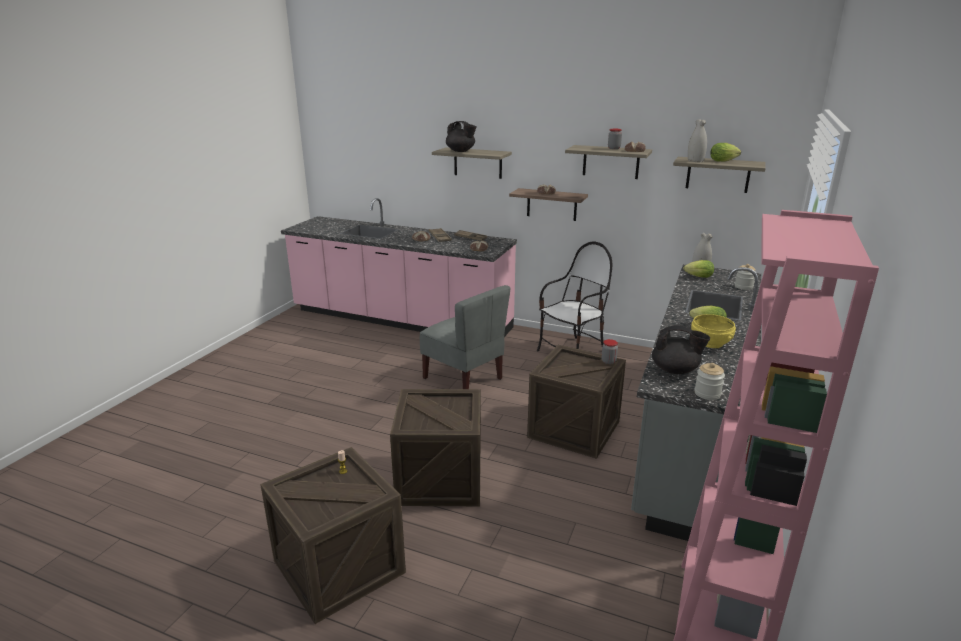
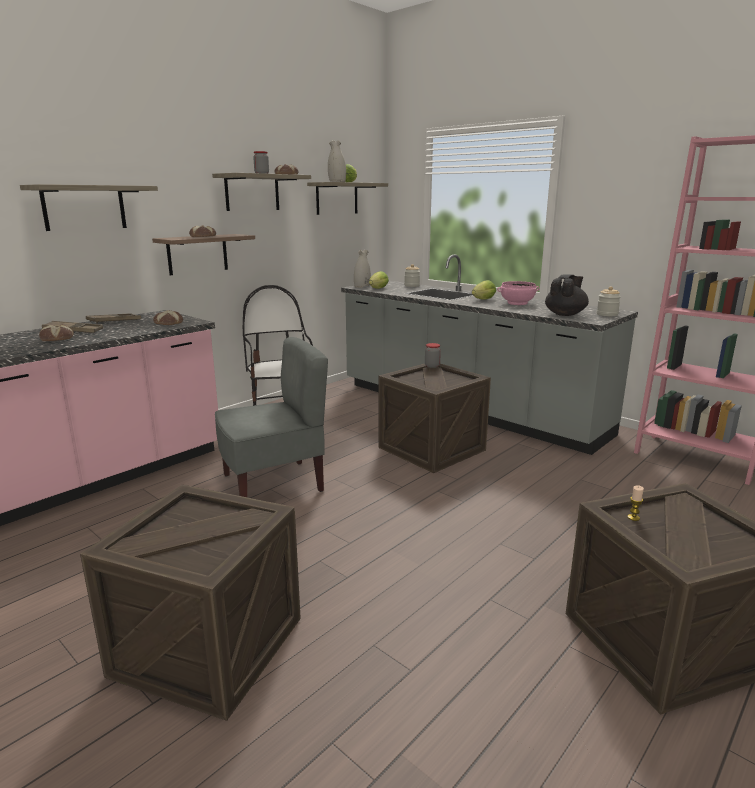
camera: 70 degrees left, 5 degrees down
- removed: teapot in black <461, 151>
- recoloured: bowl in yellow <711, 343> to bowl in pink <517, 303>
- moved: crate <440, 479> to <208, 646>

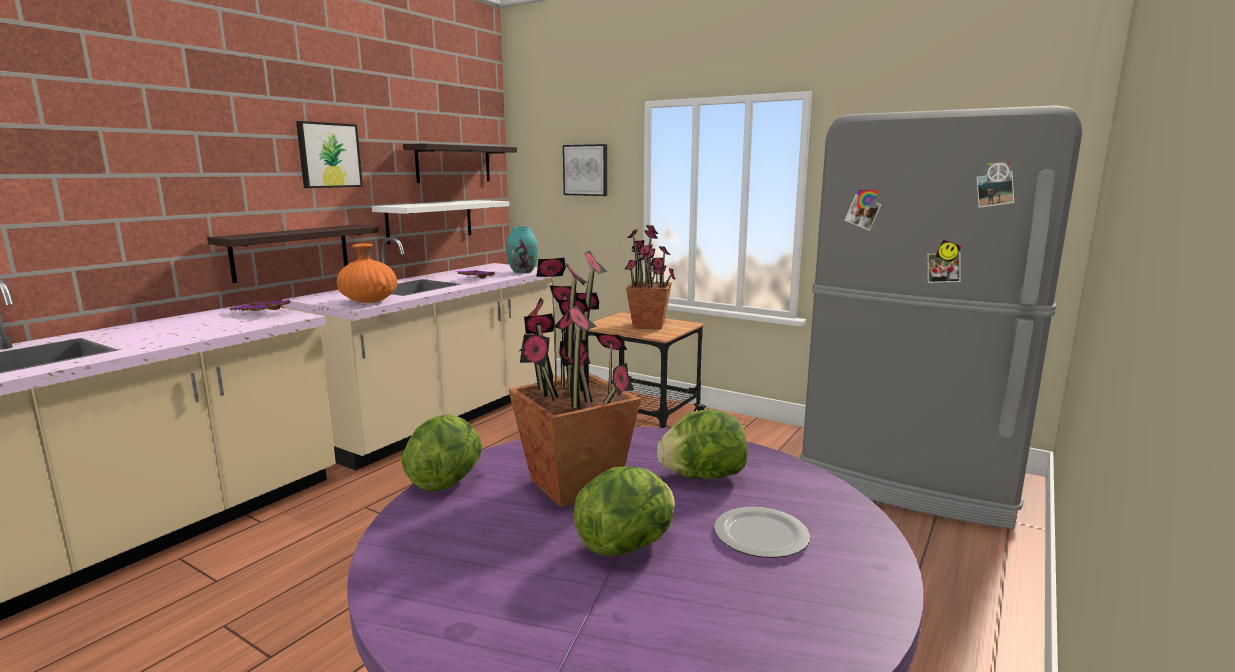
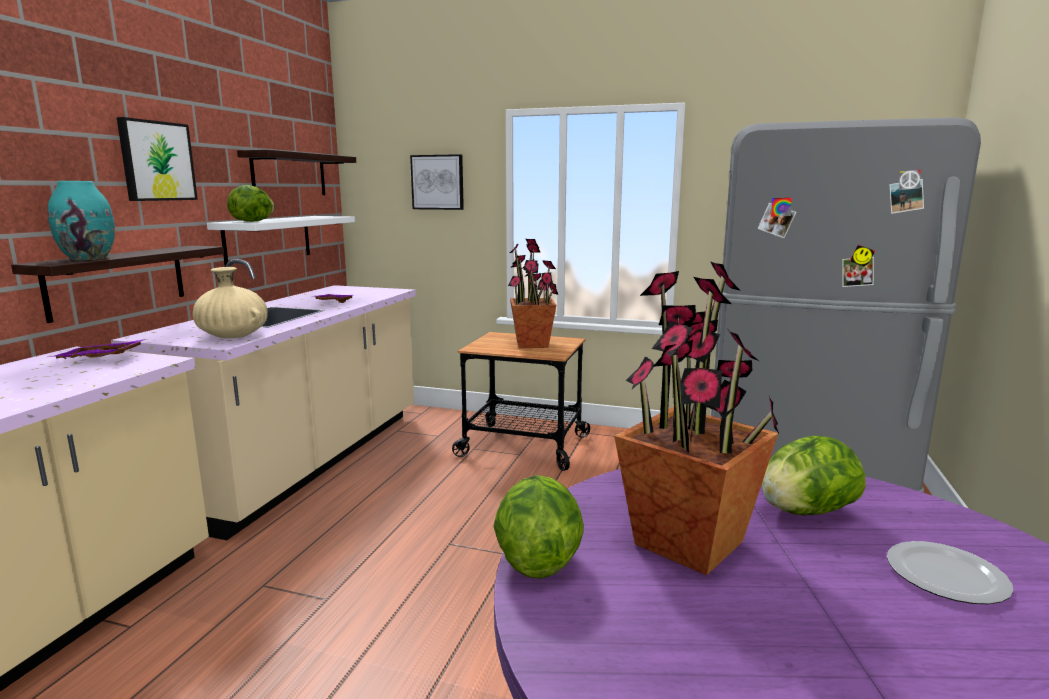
camera: 15 degrees left, 0 degrees up
- moved: vase in turquoise <523, 272> to <89, 258>
- recoloured: vase in orange <369, 301> to vase in beige <233, 336>
- moved: lettuce <628, 545> to <253, 221>

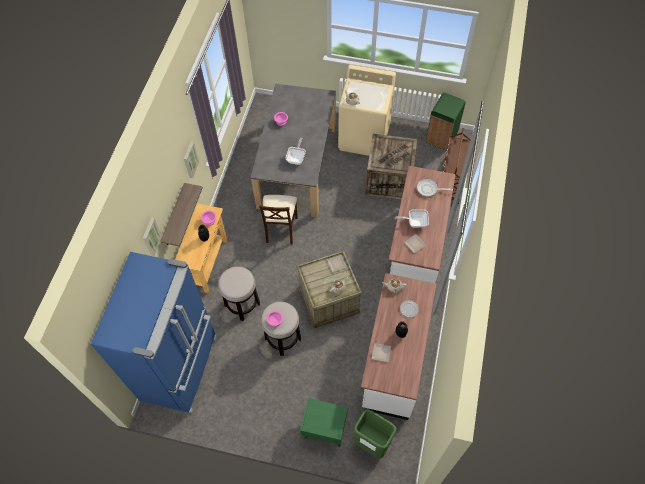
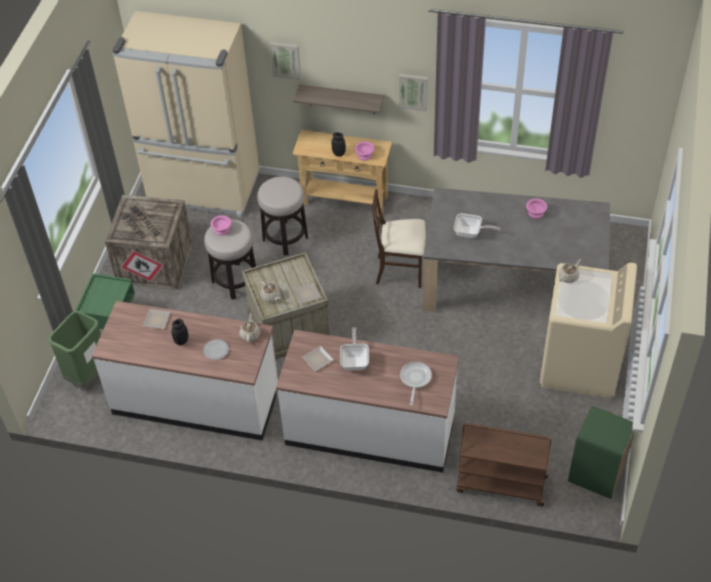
camera: 90 degrees right, 10 degrees down
- moved: crate <389, 180> to <153, 263>
- recoloured: fridge in blue <182, 368> to fridge in beige <204, 191>

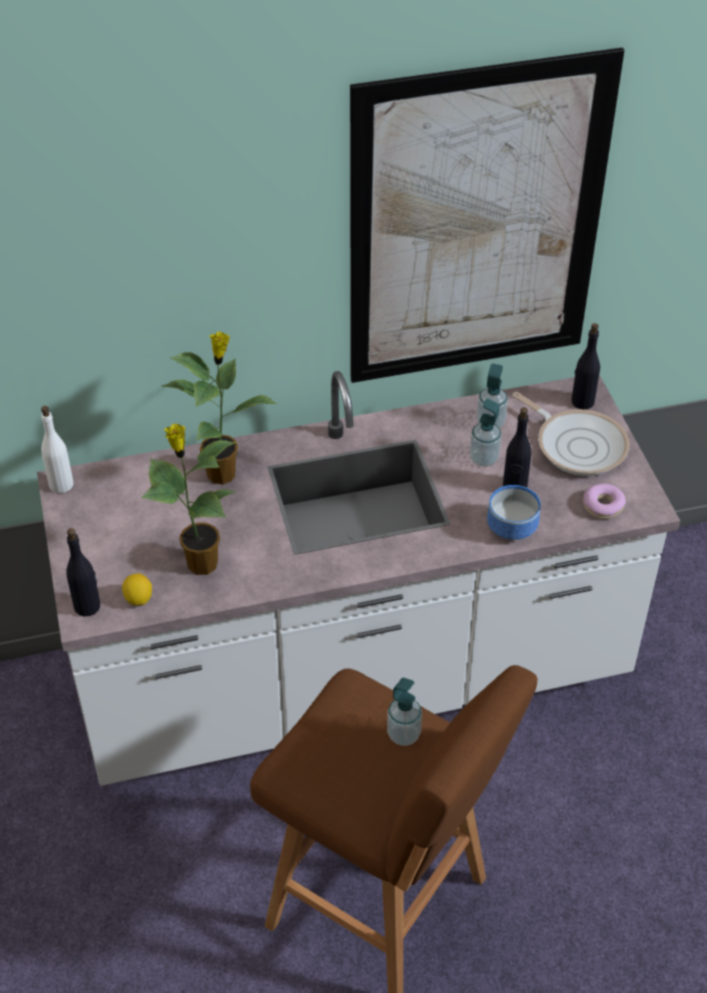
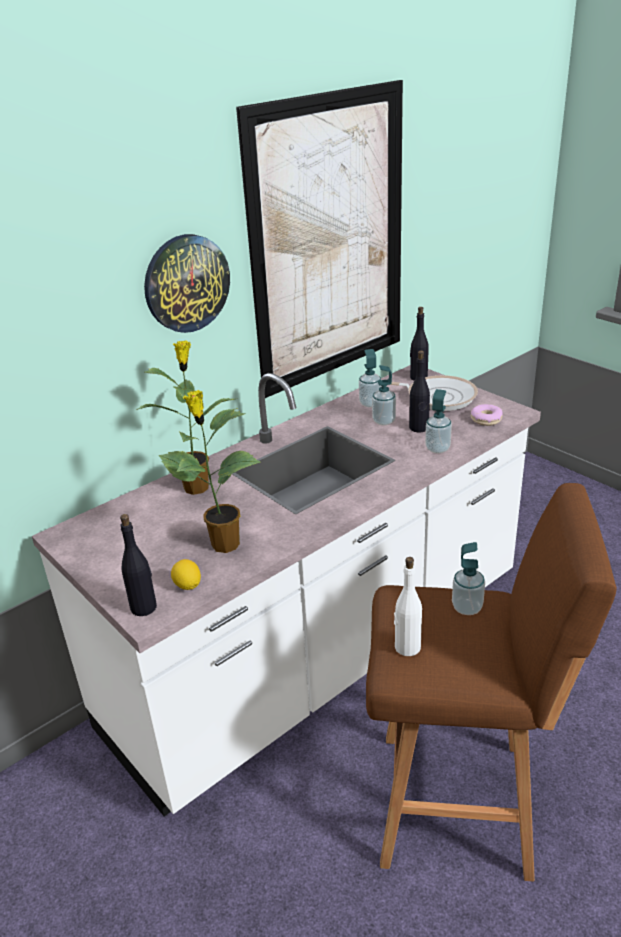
camera: 25 degrees left, 15 degrees down
- moved: bottle in white <61, 484> to <407, 647>
- replaced: bowl <509, 527> to soap dispenser <437, 449>
- added: wall clock <186, 283>

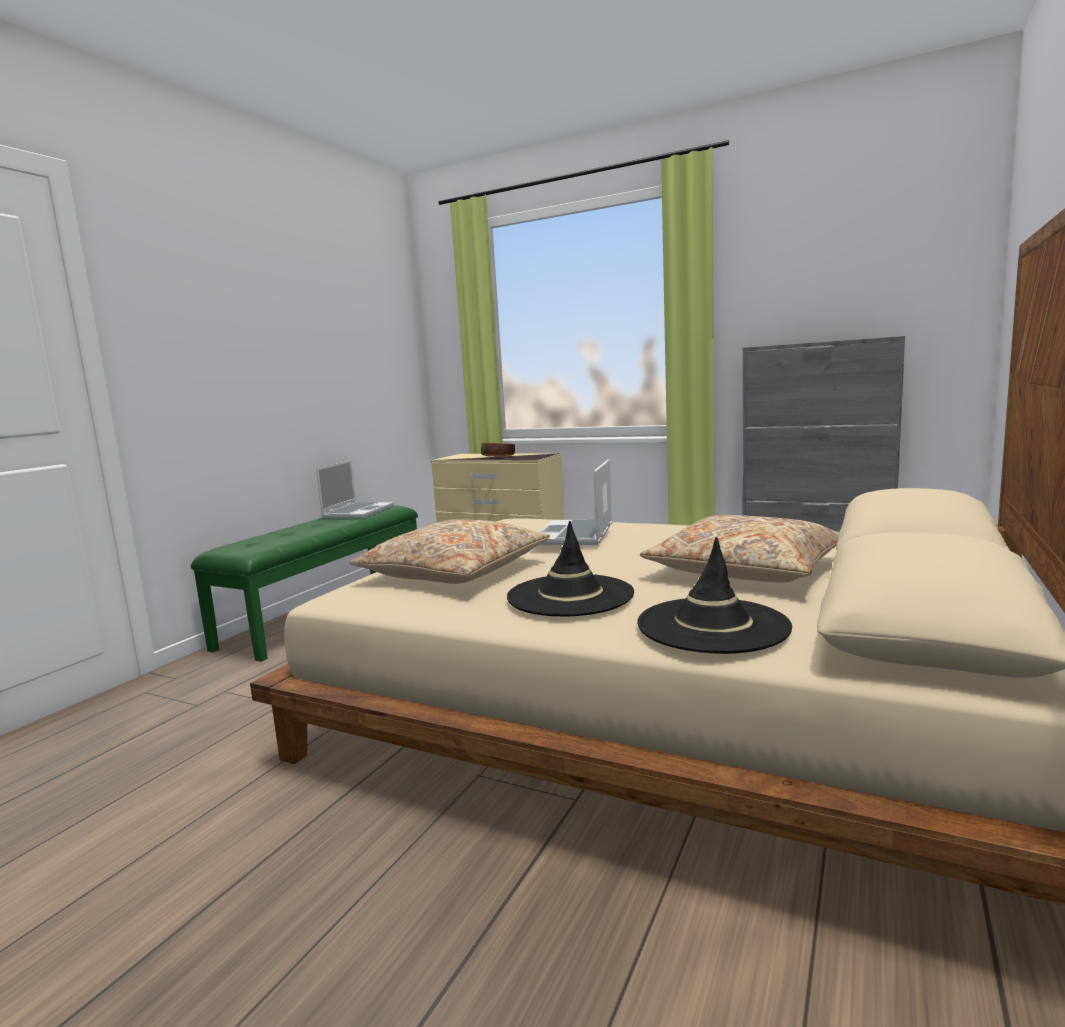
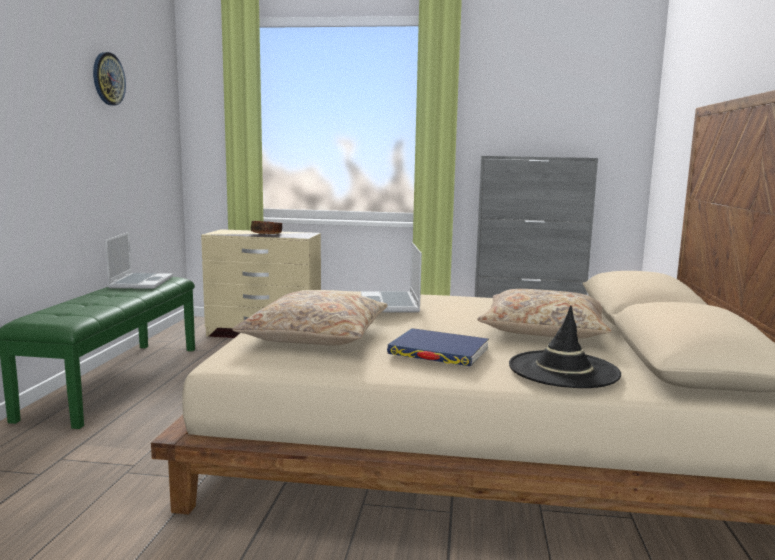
camera: 20 degrees left, 0 degrees up
- replaced: hat in black <570, 596> to book in blue <438, 352>
- added: wall clock <108, 79>

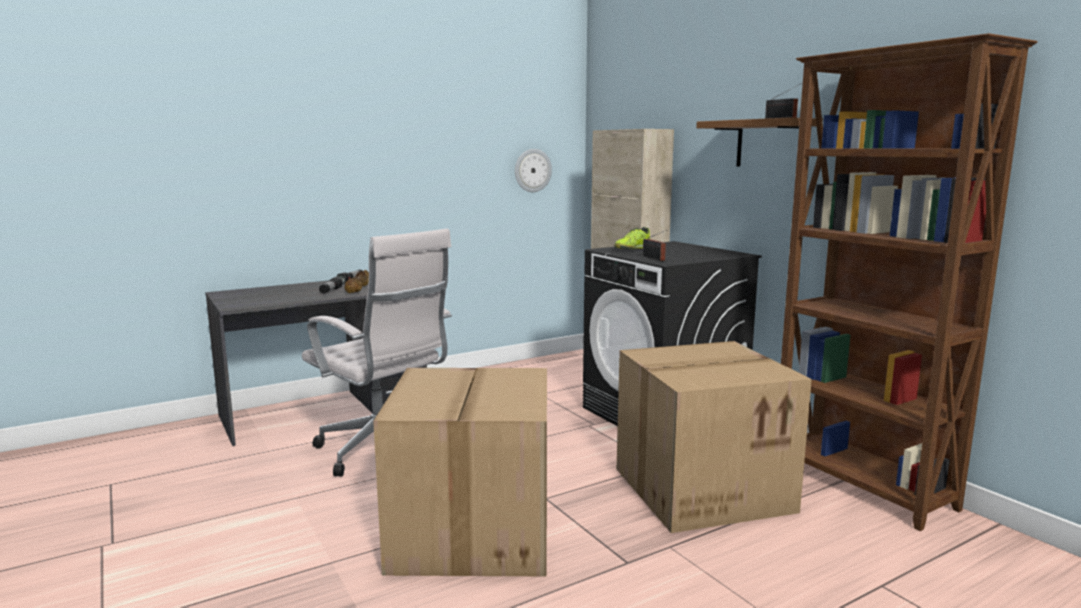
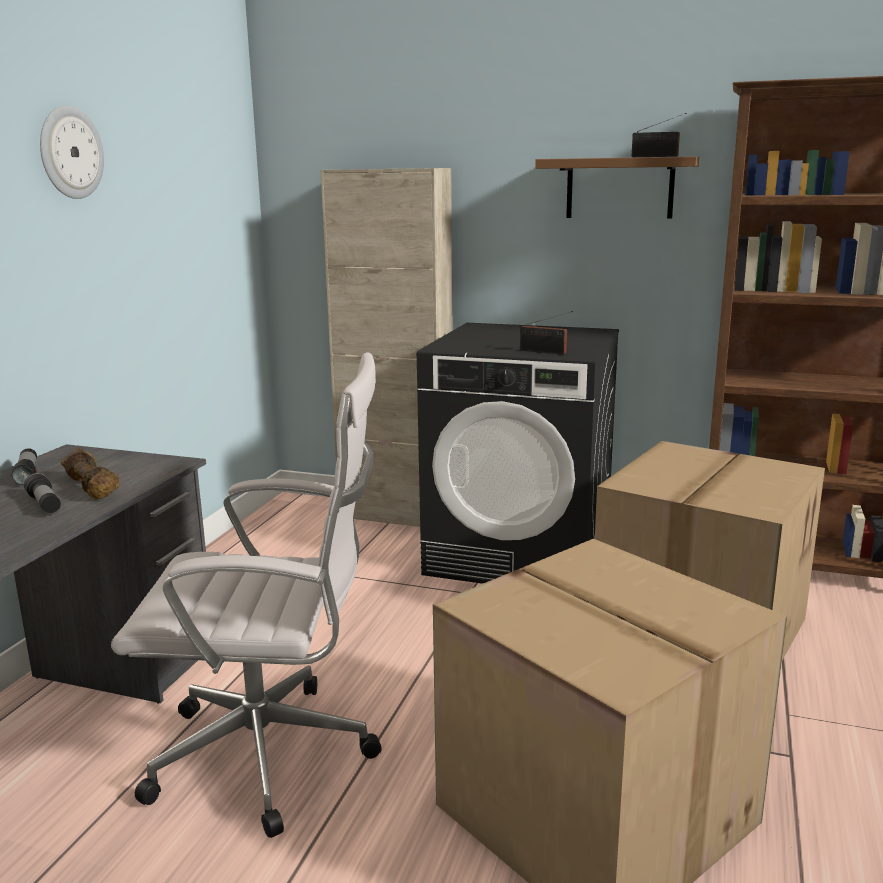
camera: 40 degrees left, 5 degrees up
- moved: wall clock <532, 170> to <70, 153>
- removed: shoe <632, 249>

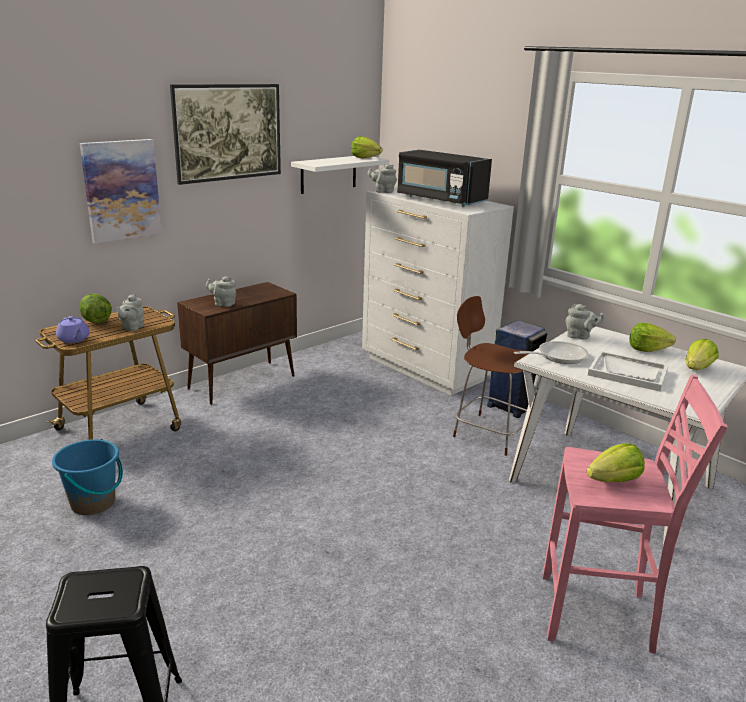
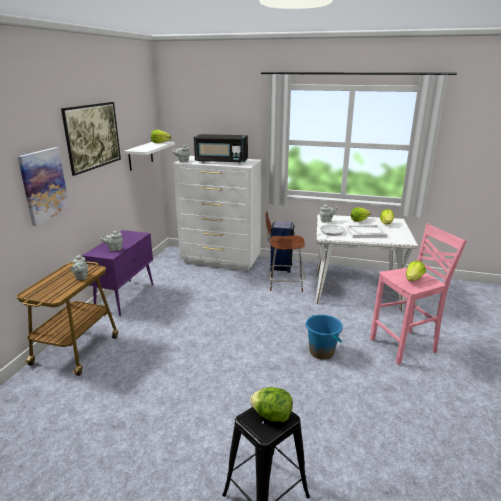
camera: 30 degrees left, 0 degrees up
- recoloured: cabinet in brown <243, 382> to cabinet in purple <125, 297>
- moved: lettuce <96, 321> to <272, 416>
- removed: teapot in purple <74, 339>
- moved: bucket in blue <93, 503> to <322, 352>

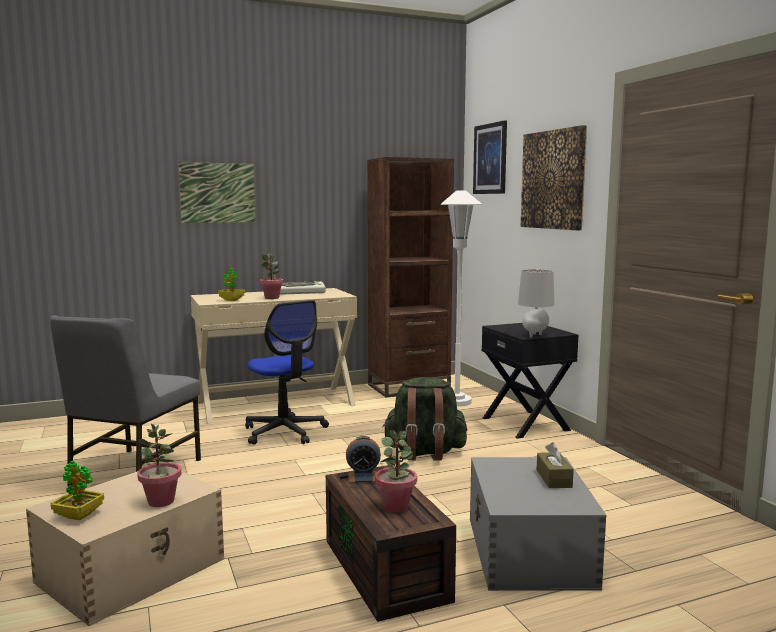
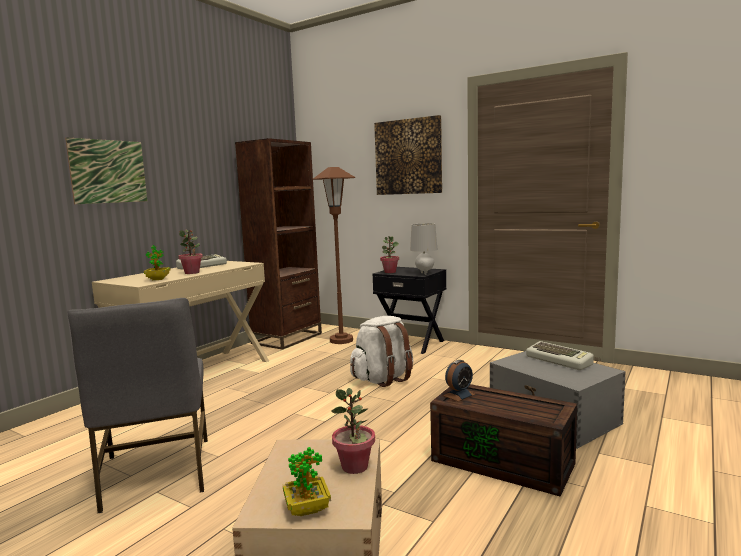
camera: 35 degrees left, 0 degrees up
- removed: picture <490, 159>
- recoloured: floor lamp in white <457, 402> to floor lamp in brown <341, 340>
- removed: office chair <285, 432>
- recoloured: backpack in green <424, 453> to backpack in white <383, 379>
- moved: potted plant <396, 506> to <390, 272>
- replaced: tissue box in brown <554, 479> to keyboard <560, 360>

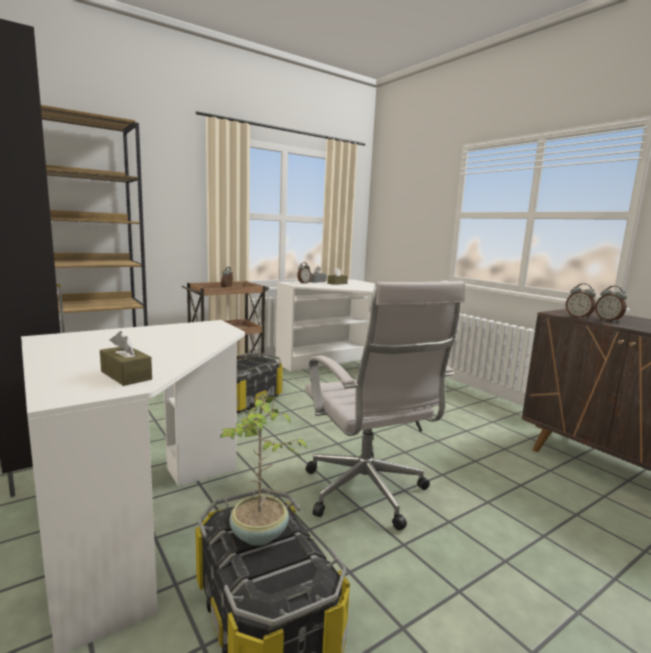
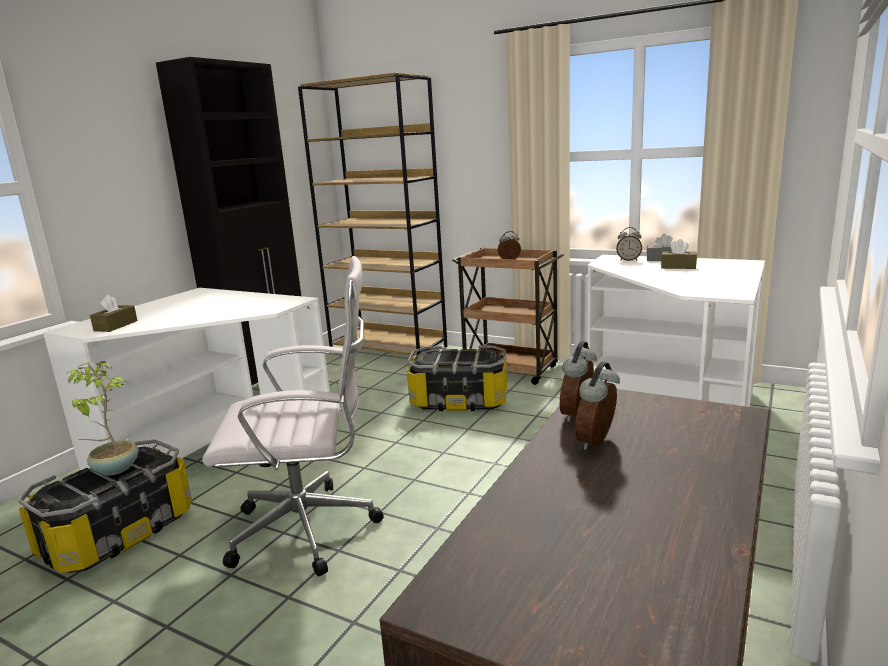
camera: 65 degrees right, 5 degrees up
- turned: office chair in white <367, 494> = <311, 529> 135 degrees counterclockwise

